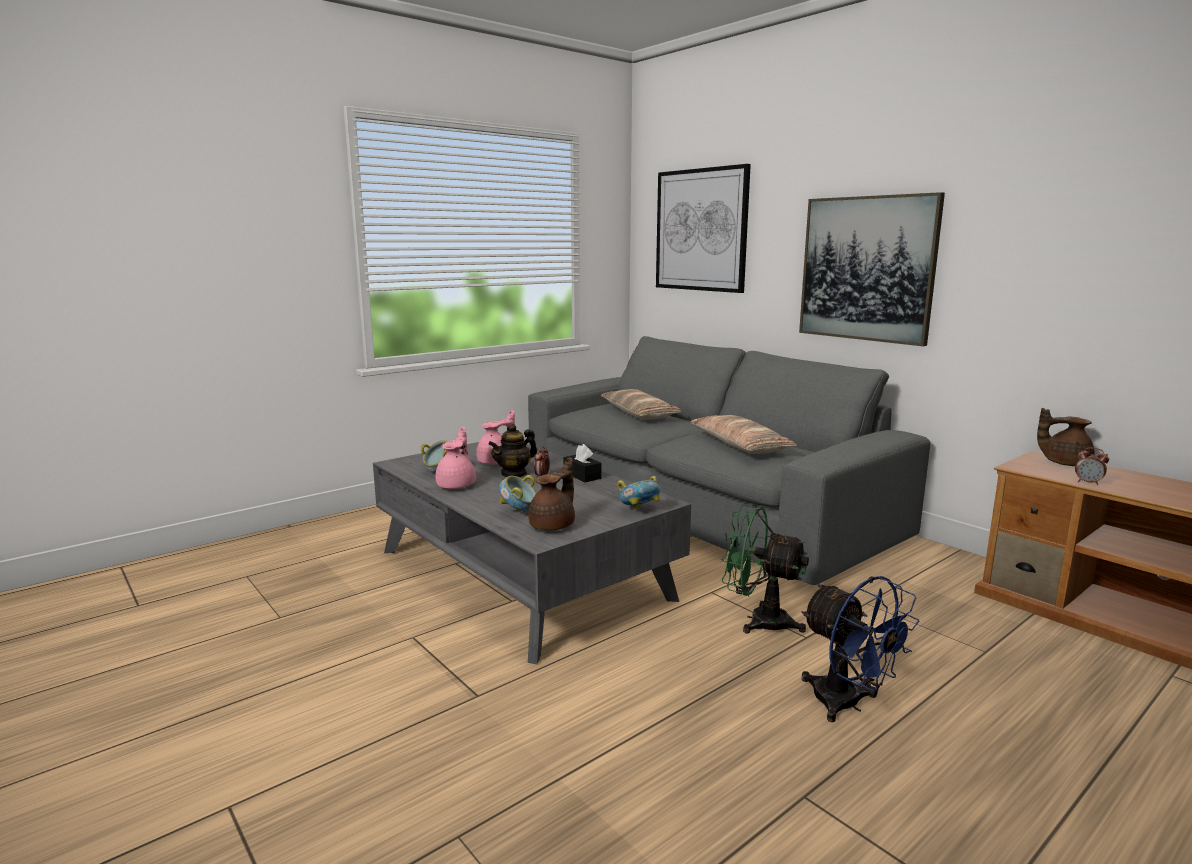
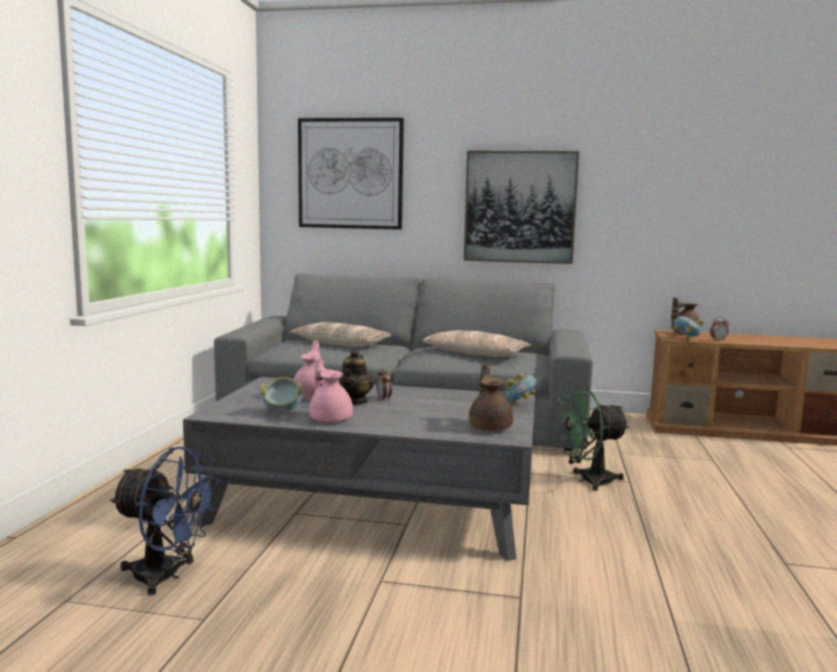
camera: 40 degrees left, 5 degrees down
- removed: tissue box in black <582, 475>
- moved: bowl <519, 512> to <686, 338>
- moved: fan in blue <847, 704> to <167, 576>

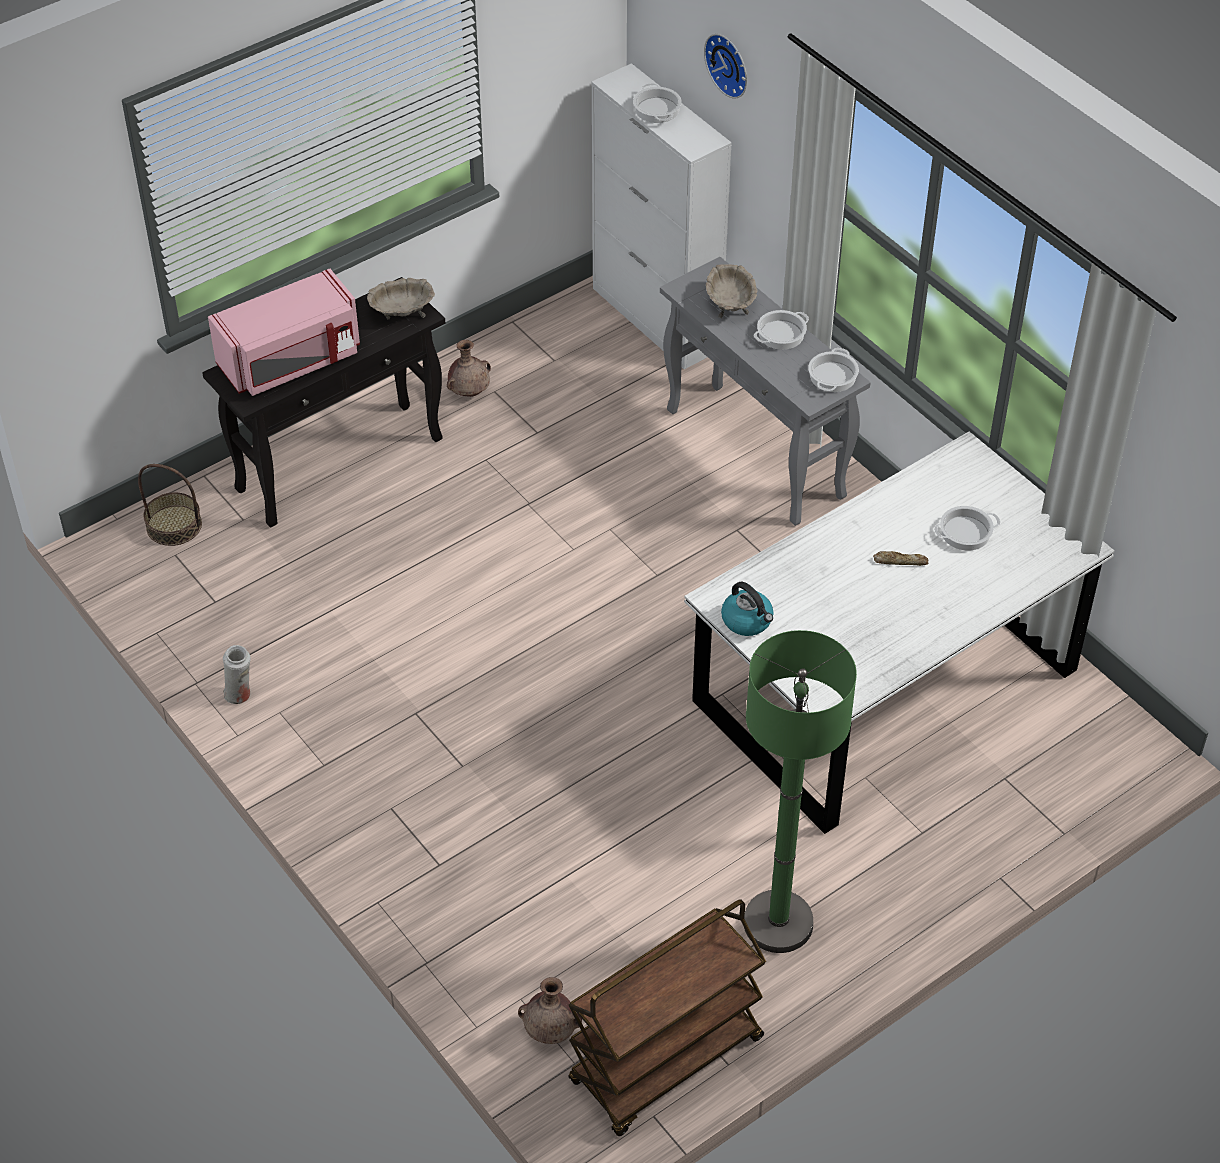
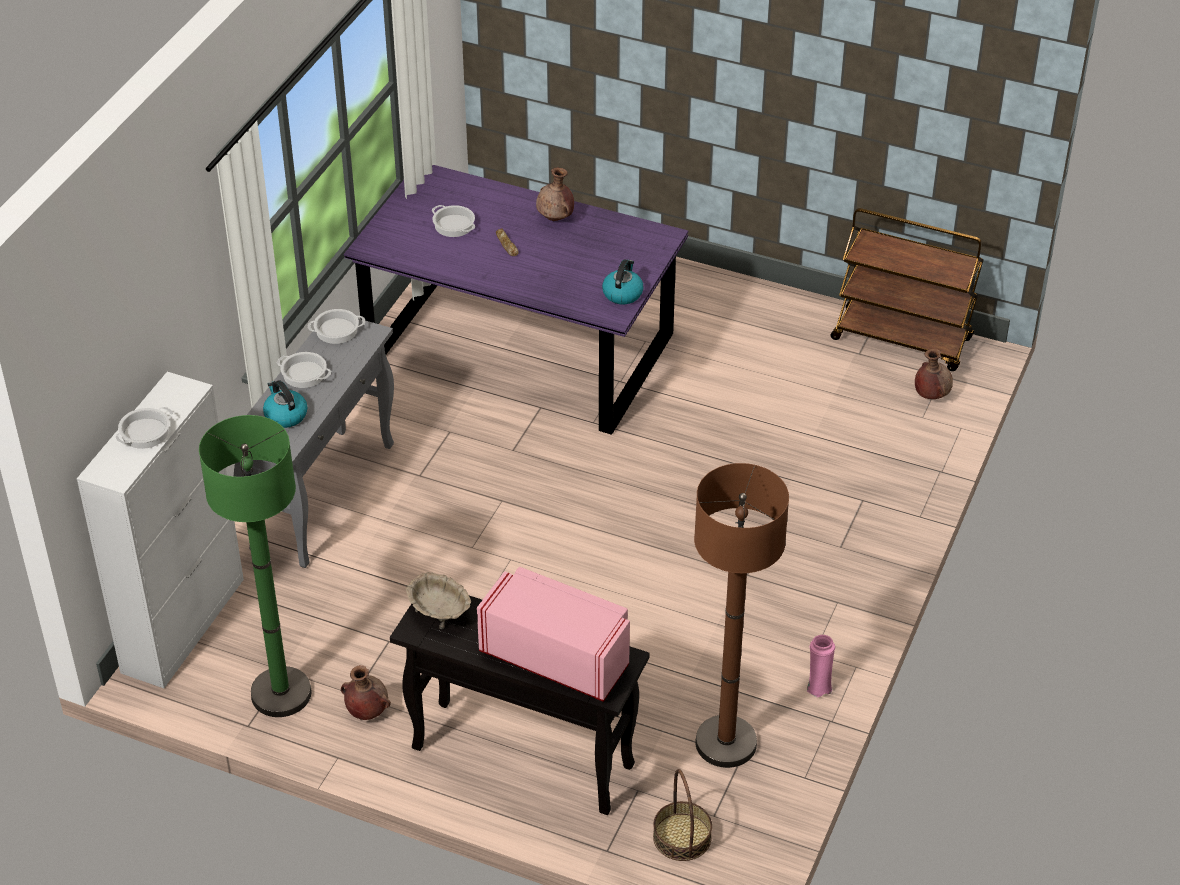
camera: 120 degrees left, 5 degrees down
- removed: wall clock <730, 64>
- replaced: bowl in beige <730, 304> to kettle <285, 415>
- recoloured: dining table in white <884, 684> to dining table in purple <519, 349>
- moved: floor lamp in green <778, 923> to <281, 694>
- recoloured: vase in white <240, 695> to vase in pink <818, 686>
- added: vase in brown <556, 218>
- added: floor lamp in brown <726, 743>

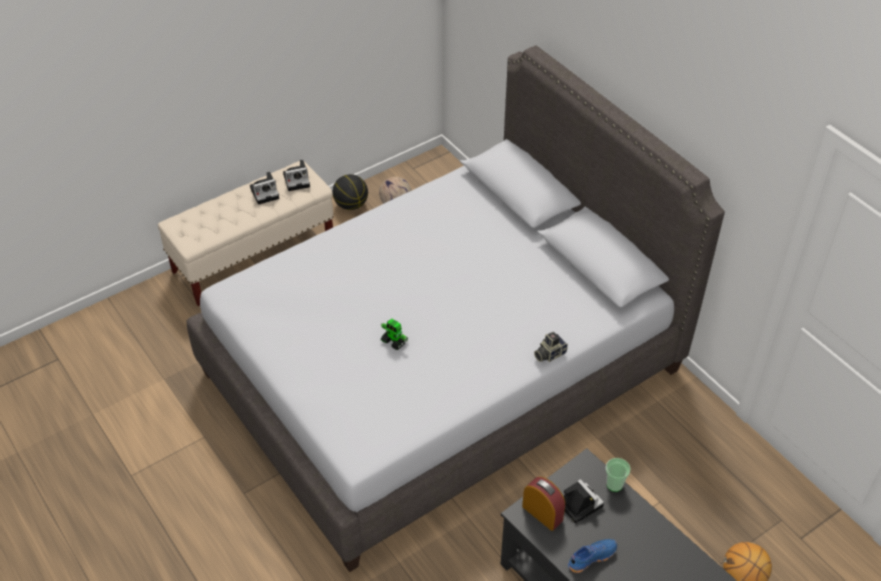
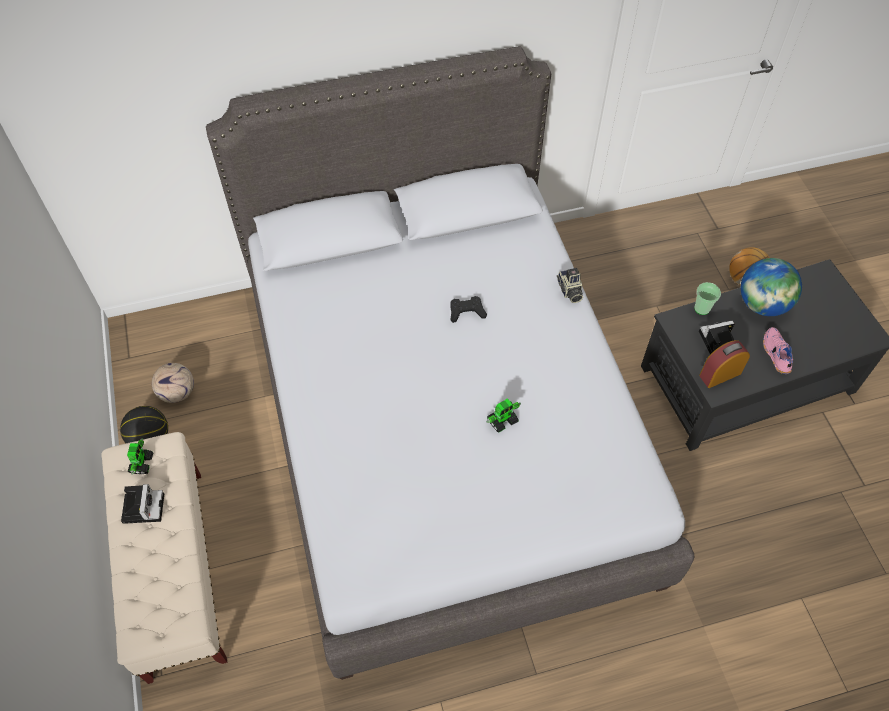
camera: 70 degrees left, 10 degrees up
- replaced: photo camera <297, 180> to toy robot <141, 463>
- recoloured: shoe in blue <591, 557> to shoe in pink <775, 354>
- added: globe <762, 304>
- added: game controller in black <466, 311>

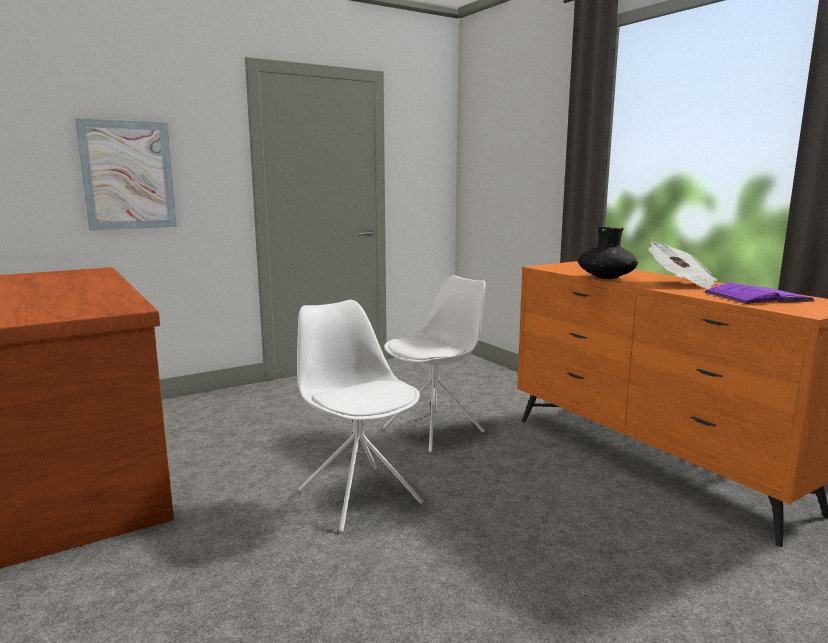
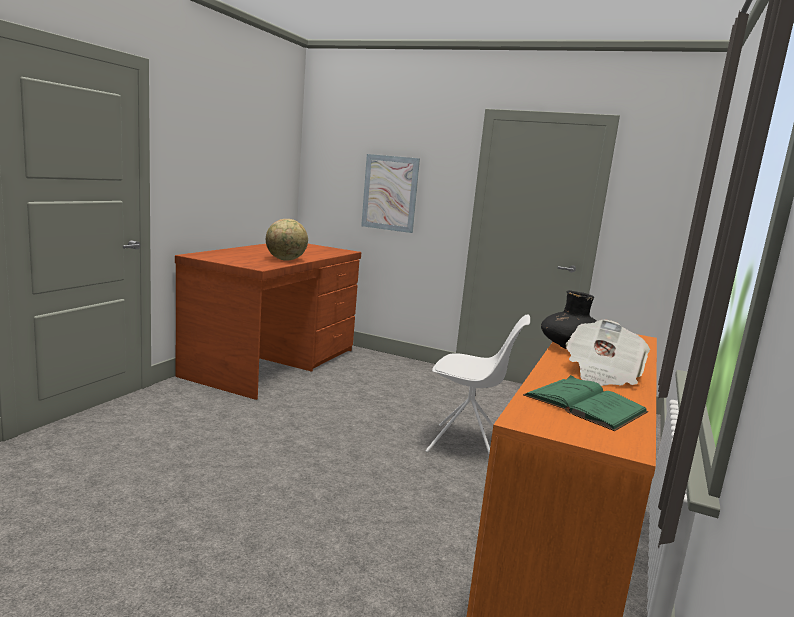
camera: 55 degrees right, 0 degrees up
- recoloured: book in purple <757, 296> to book in green <584, 403>
- removed: chair in white <358, 496>
- added: globe <286, 260>

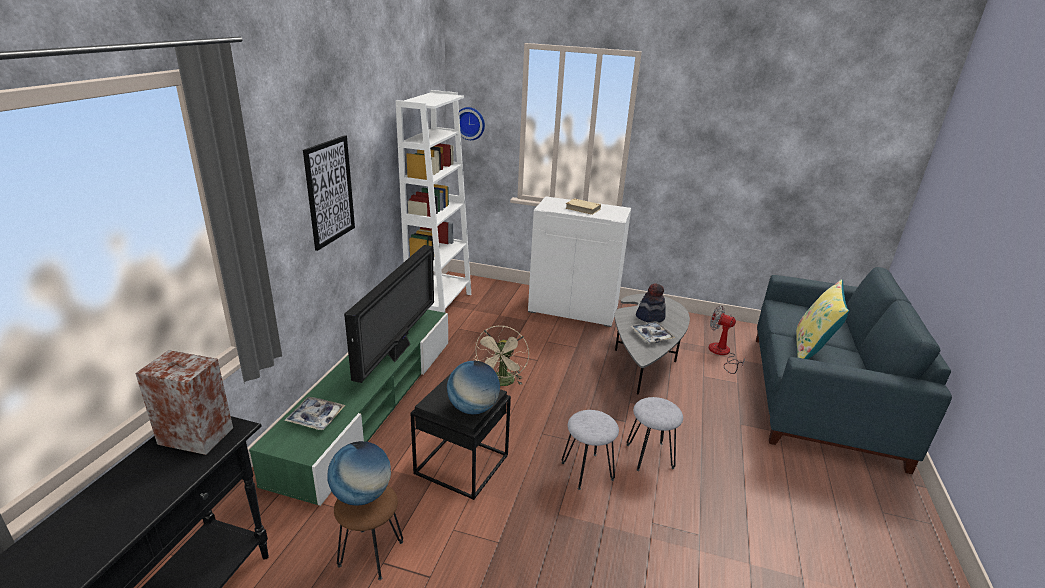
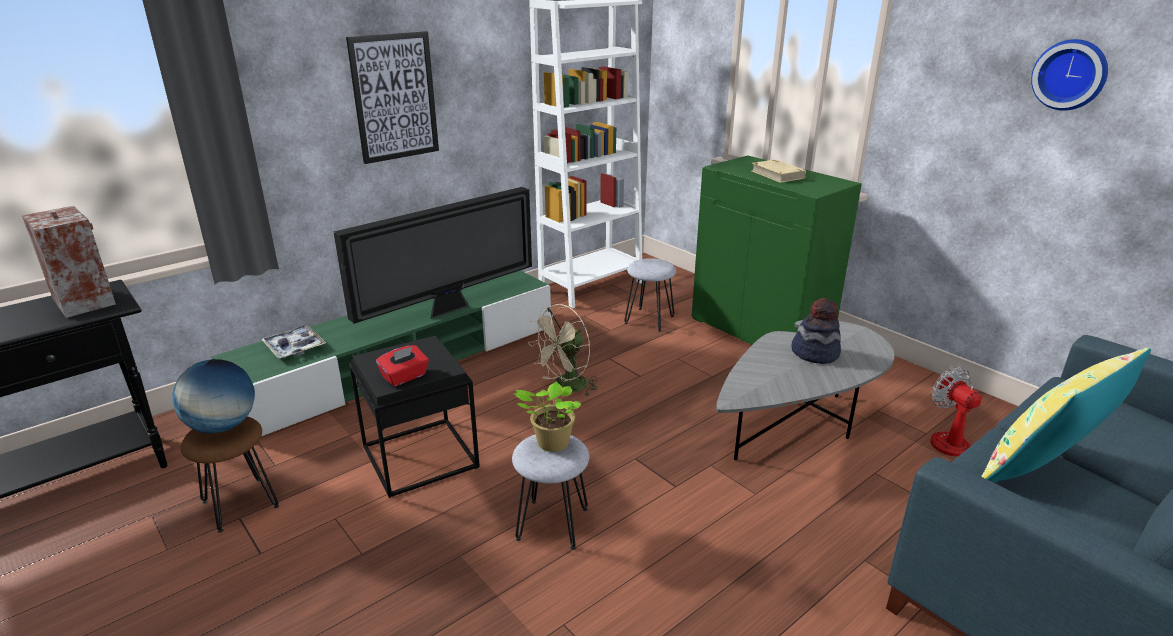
camera: 35 degrees right, 0 degrees up
- moved: wall clock <470, 123> to <1070, 74>
- recoloured: cabinet in white <574, 309> to cabinet in green <761, 331>
- removed: tray <651, 336>
- replaced: globe <473, 408> to tissue box in red <405, 377>
- moved: stool in grey <650, 456> to <649, 320>
- added: potted plant <551, 444>

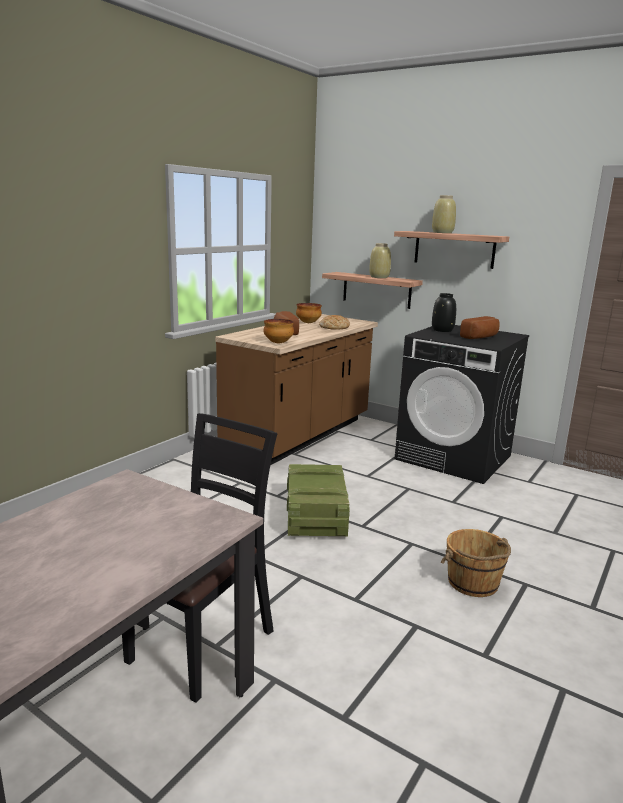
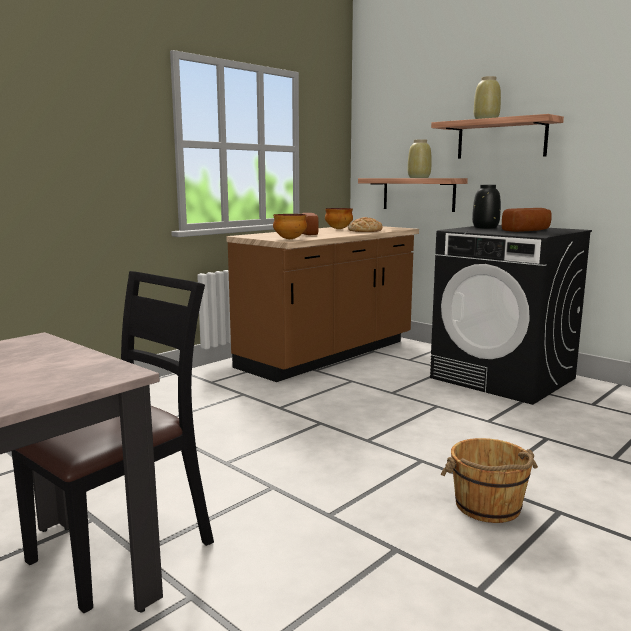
camera: 10 degrees right, 5 degrees down
- removed: crate <316, 517>

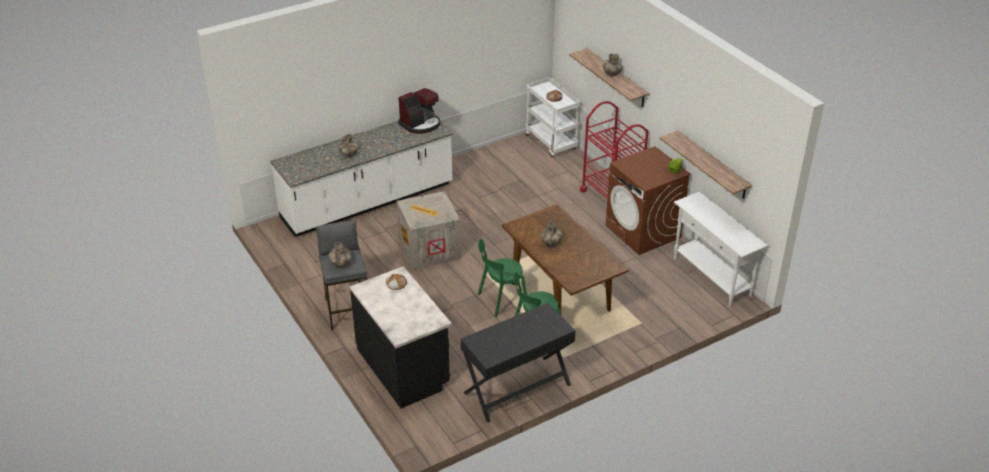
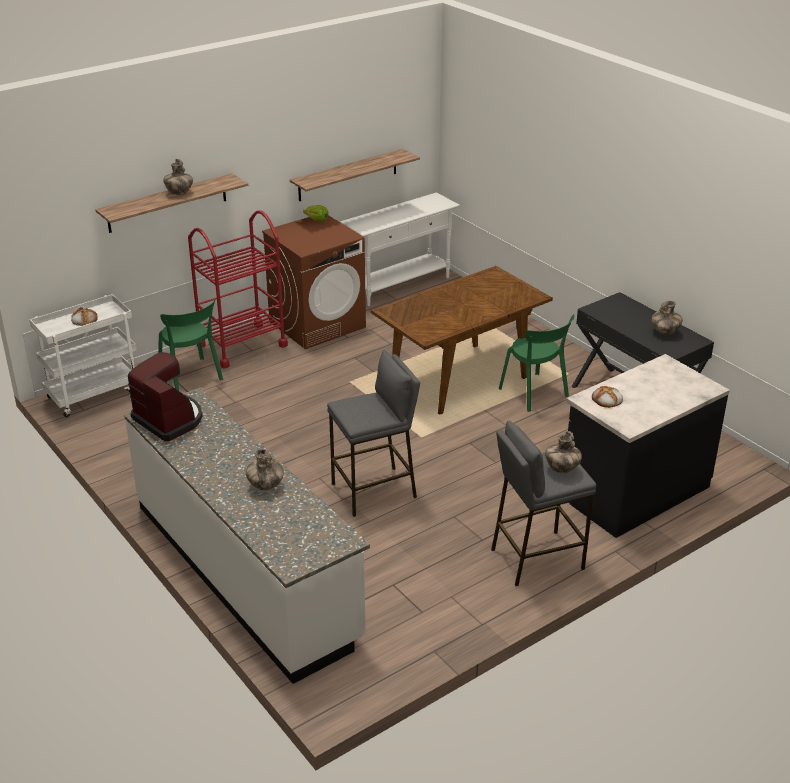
camera: 95 degrees left, 5 degrees down
- replaced: crate <429, 250> to stool in grey <374, 491>
- moved: vase <551, 244> to <665, 332>
- moved: chair in green <500, 300> to <191, 377>

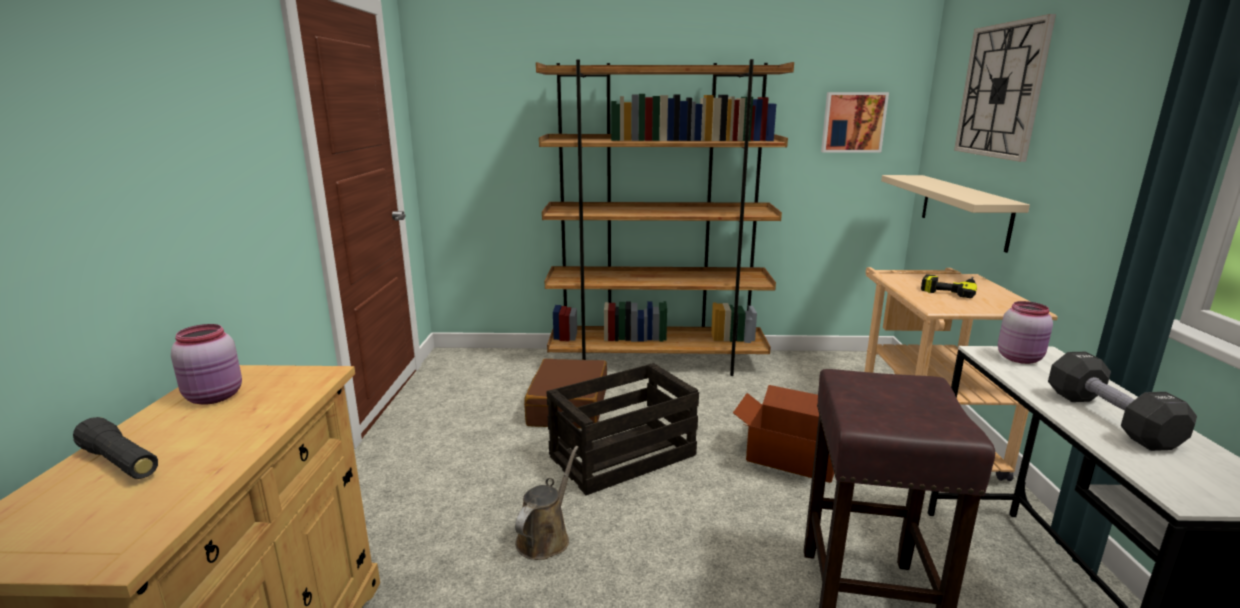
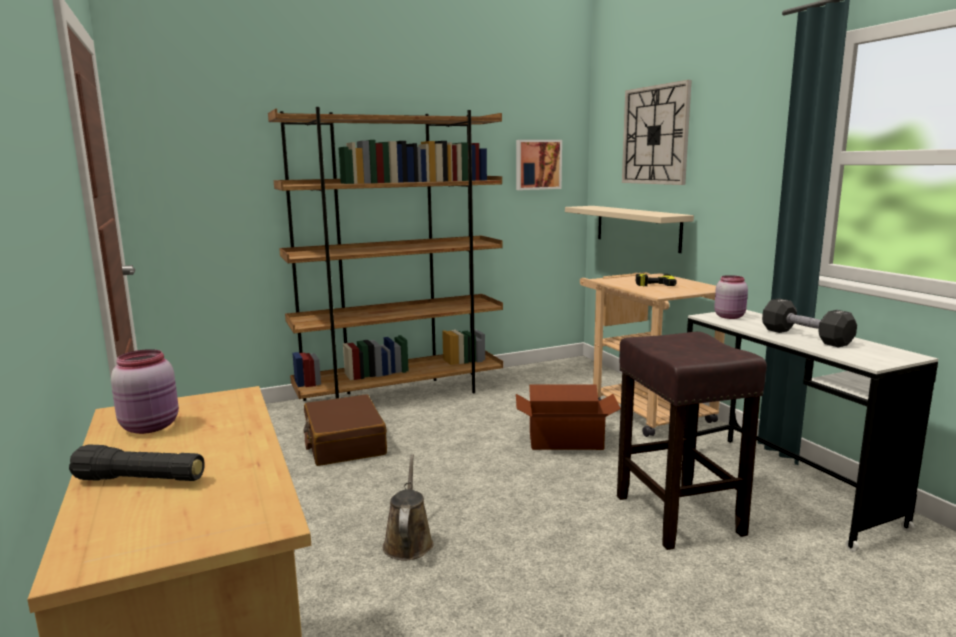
camera: 25 degrees left, 5 degrees down
- removed: crate <623, 455>

